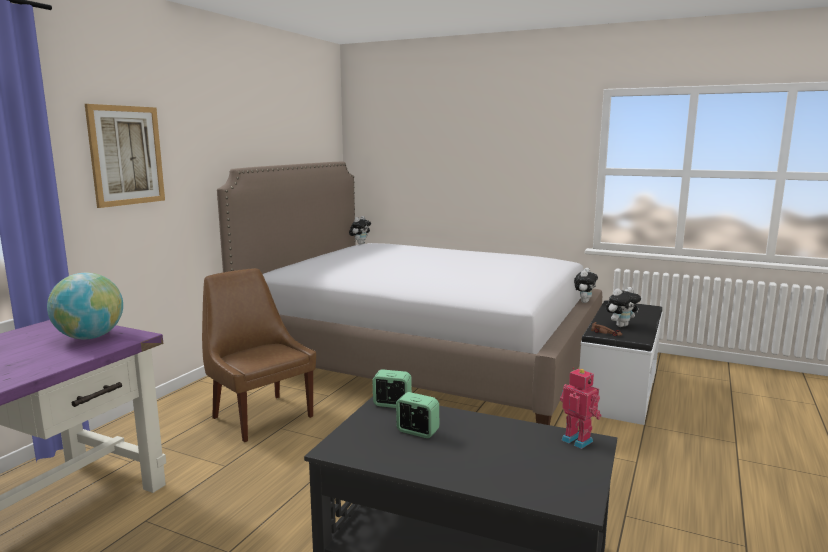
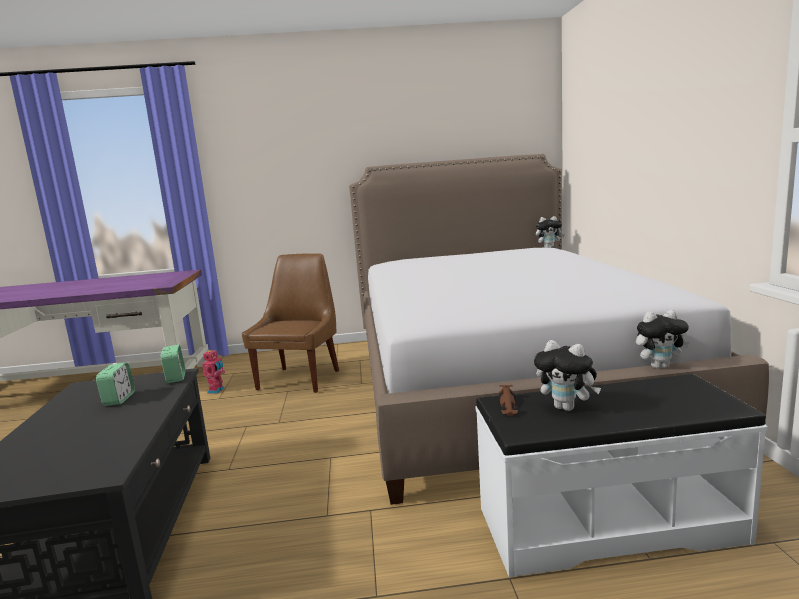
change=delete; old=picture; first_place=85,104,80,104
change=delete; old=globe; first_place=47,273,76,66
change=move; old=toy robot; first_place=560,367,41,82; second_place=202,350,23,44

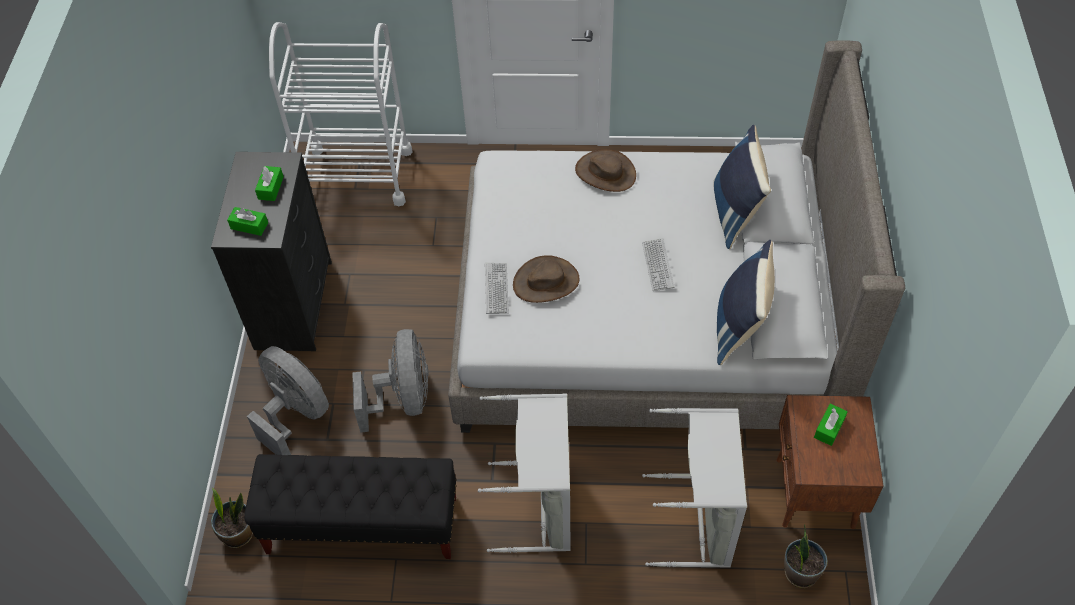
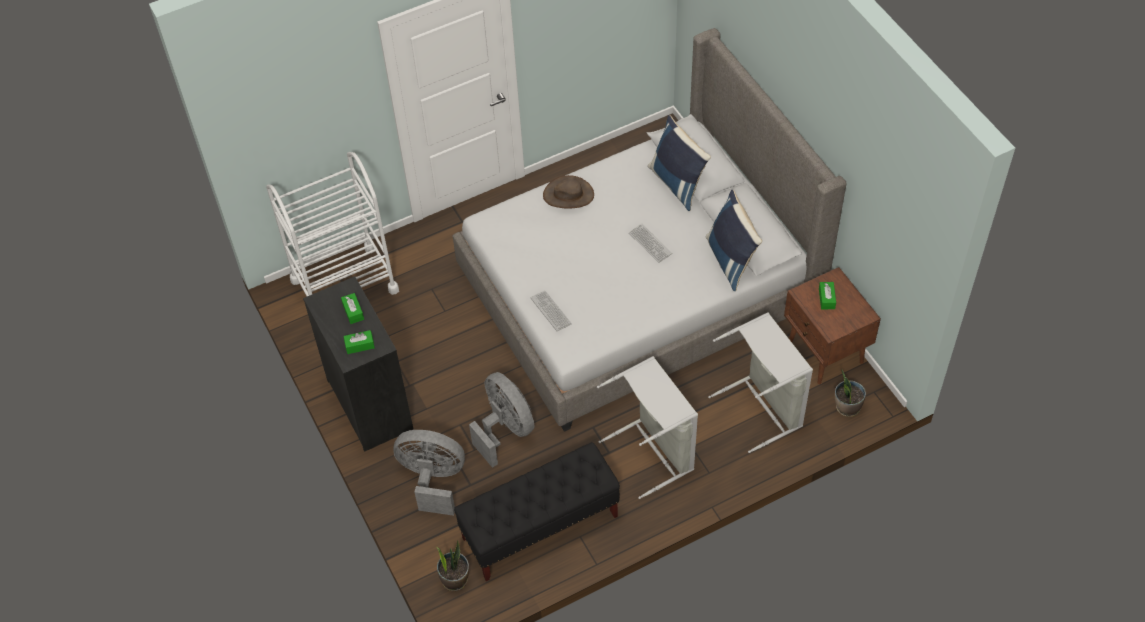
change=delete; old=brown hat; first_place=513,255,66,48

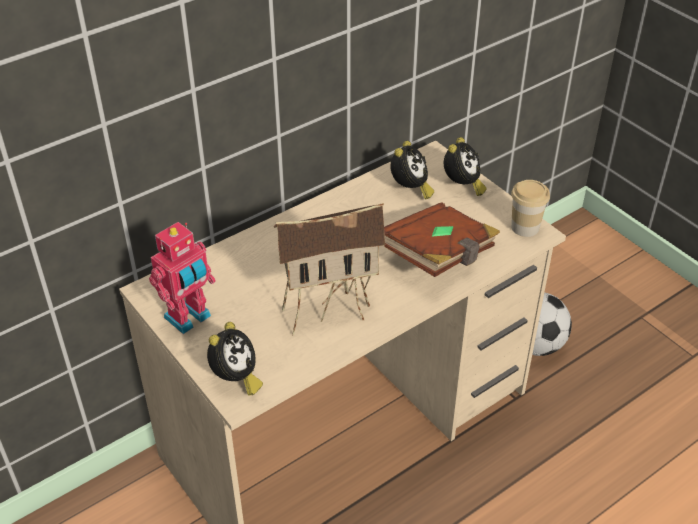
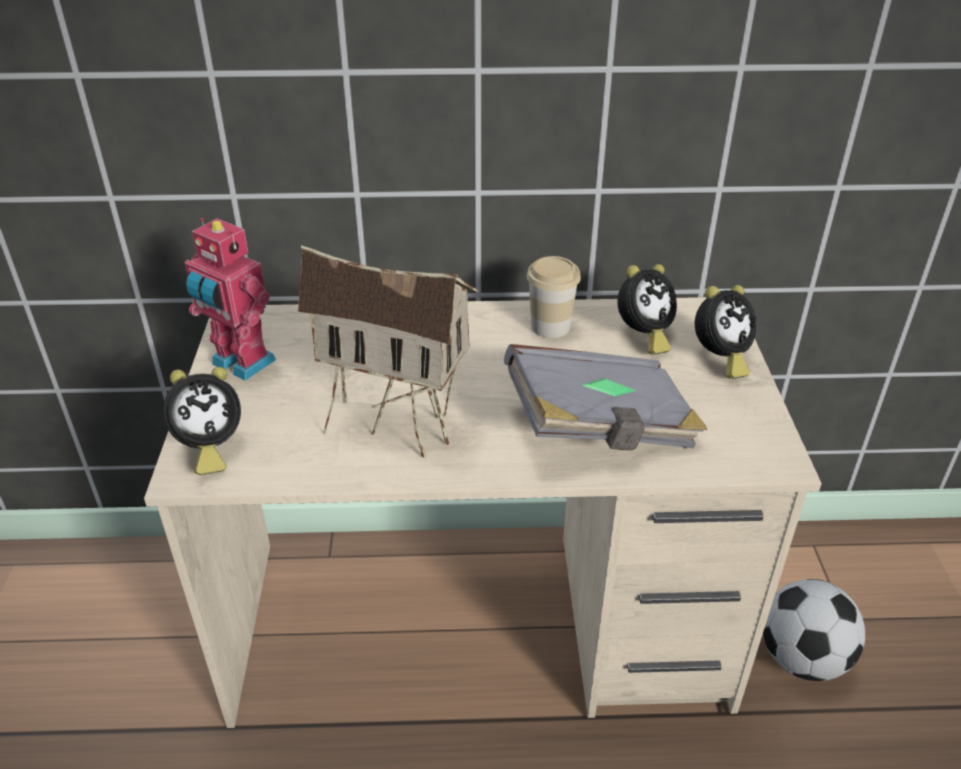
change=move; old=cup; first_place=511,180,39,57; second_place=526,256,55,82
change=recolor; old=brown book; new=grey book; first_place=384,202,116,75; second_place=504,344,203,106
change=rotate; old=toy robot; first_place=149,222,67,112; second_place=185,218,91,163; degrees=45

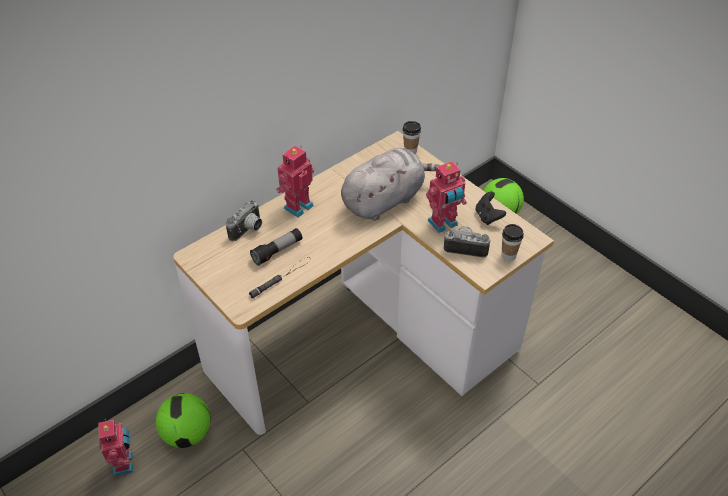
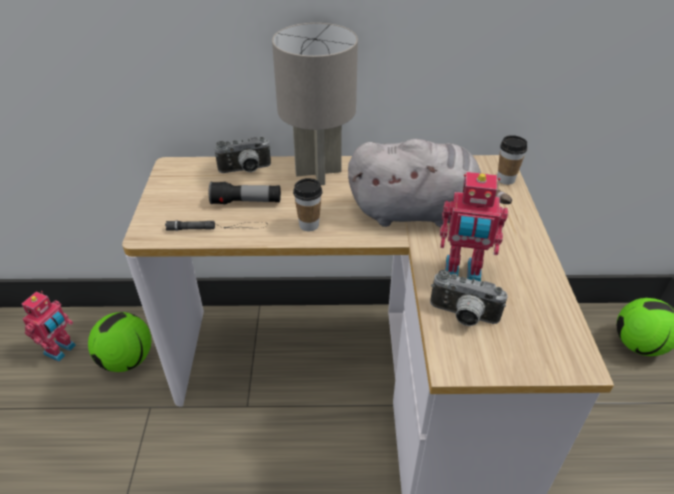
change=replace; old=toy robot; new=grey table lamp; first_place=276,146,38,72; second_place=272,23,86,162
change=delete; old=black game controller; first_place=475,191,31,34
change=move; old=cup; first_place=501,224,23,37; second_place=293,178,29,53
change=rotate; old=photo camera; first_place=444,226,47,31; second_place=430,270,77,56; degrees=150

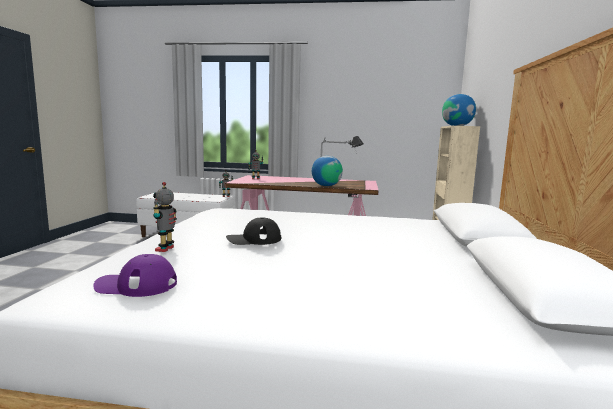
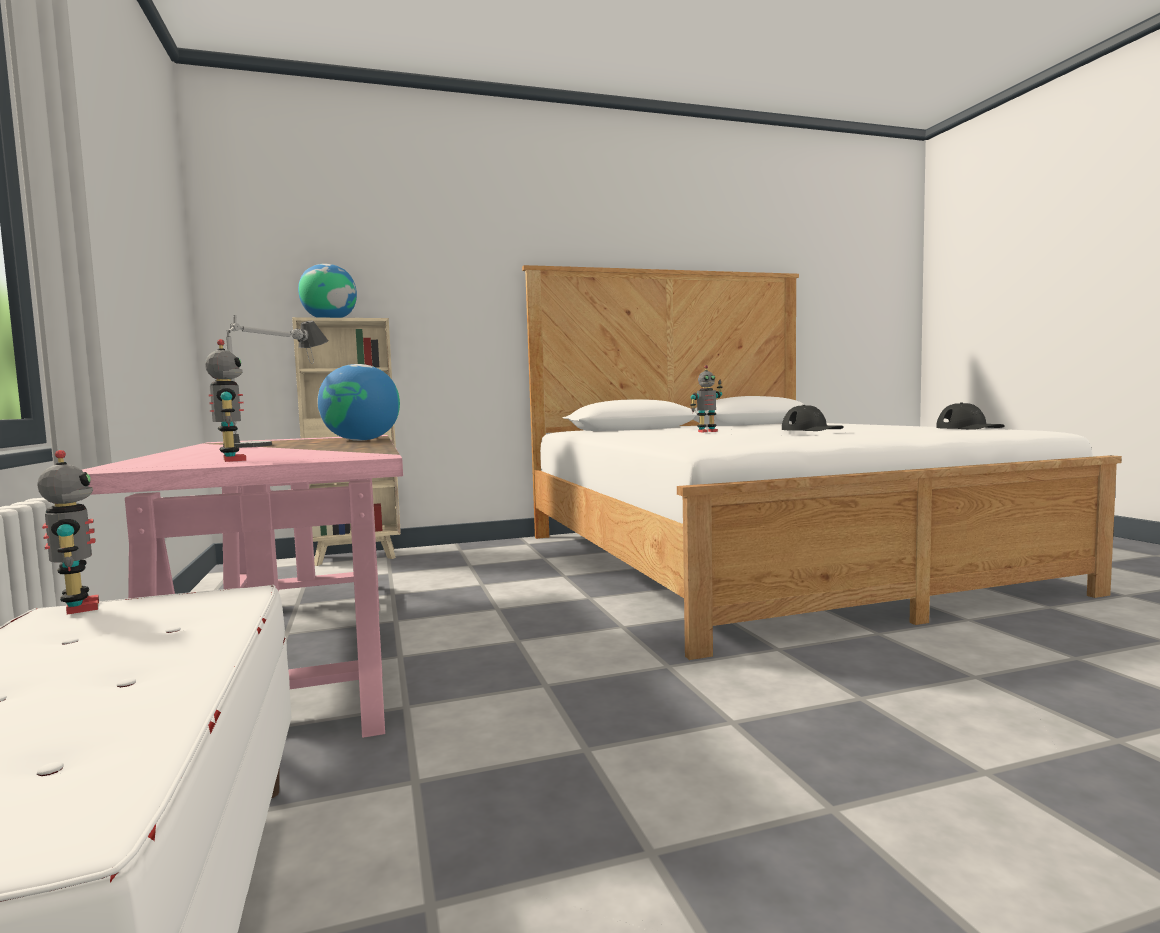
change=move; old=toy robot; first_place=153,182,24,70; second_place=690,365,32,67
change=recolor; old=purple cap; new=black cap; first_place=93,254,84,43; second_place=936,402,69,28

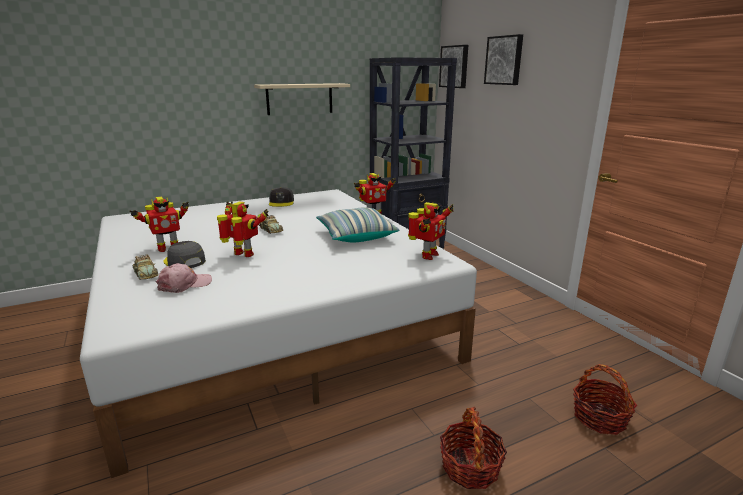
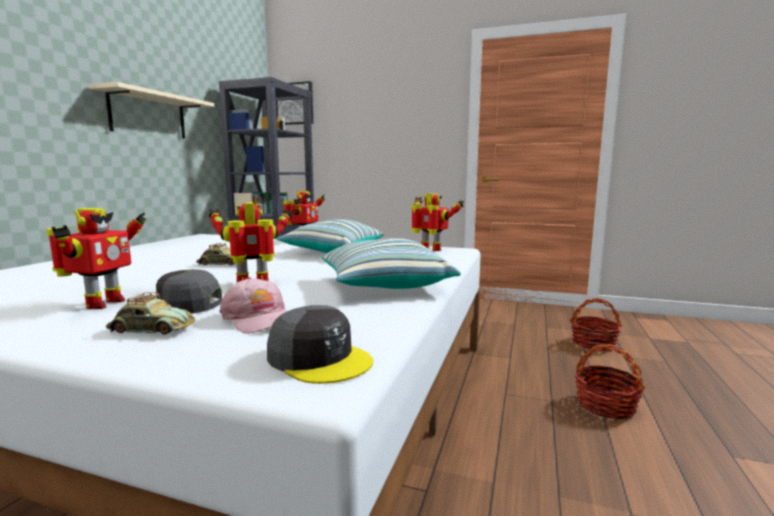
change=delete; old=picture; first_place=484,34,39,51
change=move; old=grey cap; first_place=269,187,25,20; second_place=267,305,106,79
change=rotate; old=toy robot; first_place=408,202,46,58; second_place=411,193,53,58; degrees=-45
change=rotate; old=pink cap; first_place=156,263,56,30; second_place=220,277,67,57; degrees=135
change=insert; new=pillow; second_place=321,238,140,51

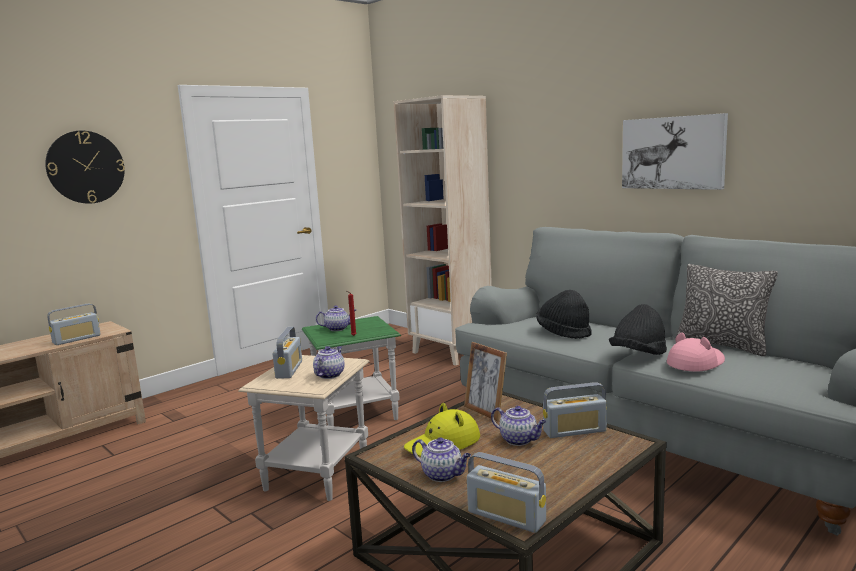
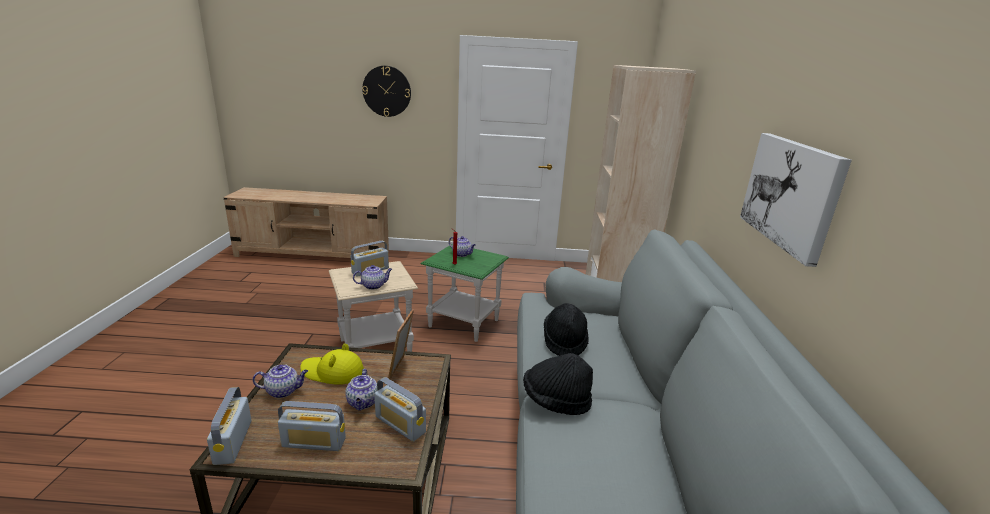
change=delete; old=pillow; first_place=675,264,103,92
change=move; old=radio; first_place=47,303,54,42; second_place=278,401,68,50
change=delete; old=pink hat; first_place=667,333,58,39
change=rotate; old=teapot; first_place=412,437,59,45; second_place=253,364,55,34; degrees=-90

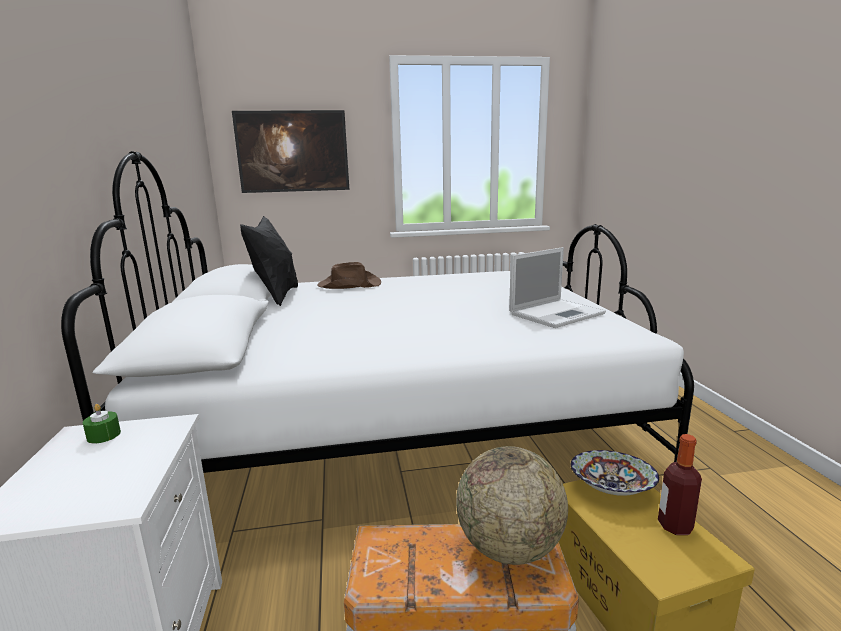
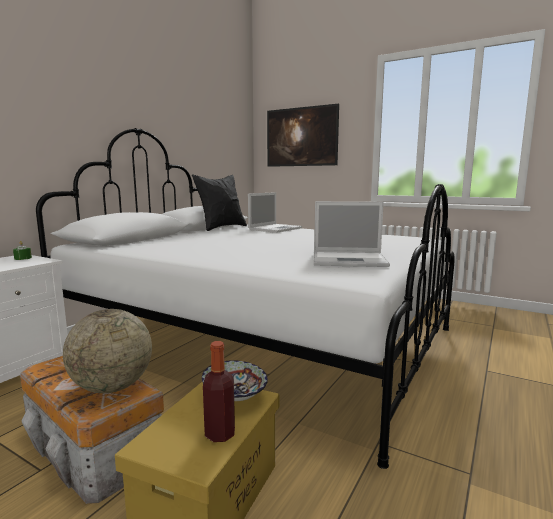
change=replace; old=brown hat; new=laptop; first_place=317,262,64,27; second_place=248,192,54,41

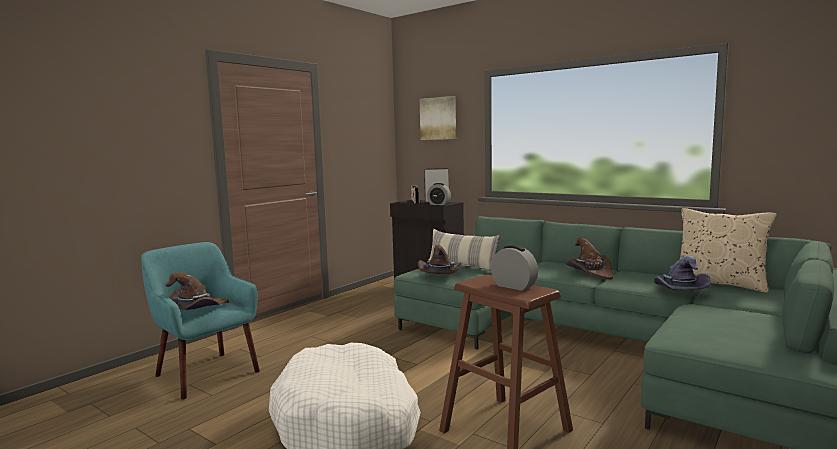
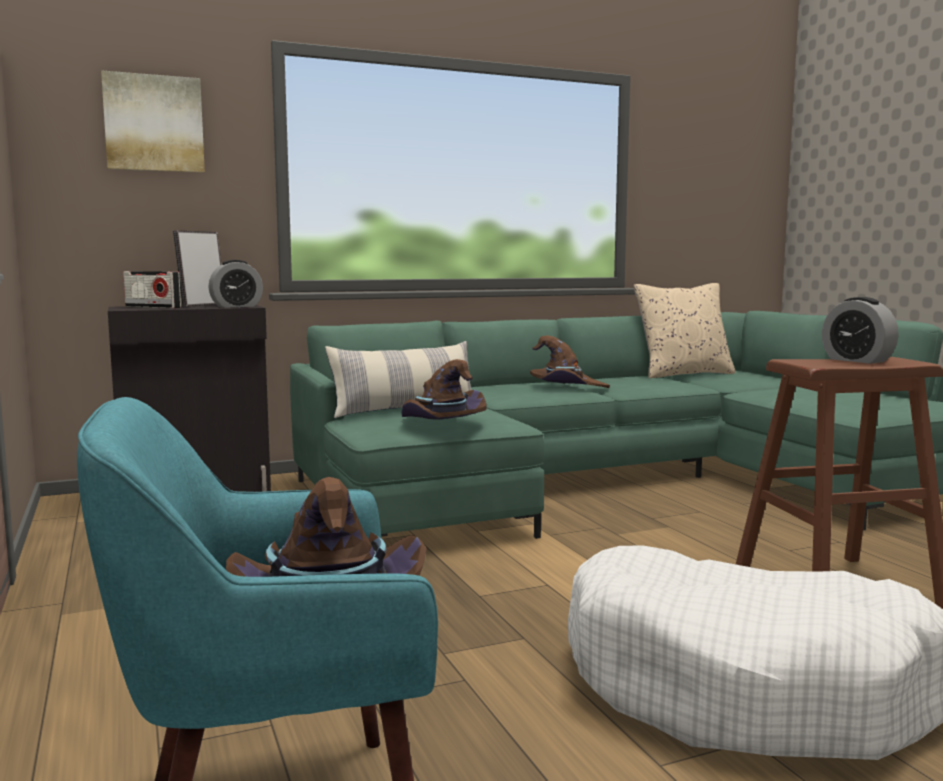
change=rotate; old=alarm clock; first_place=491,245,47,46; second_place=822,297,77,67; degrees=-105
change=delete; old=purple hat; first_place=654,256,57,34

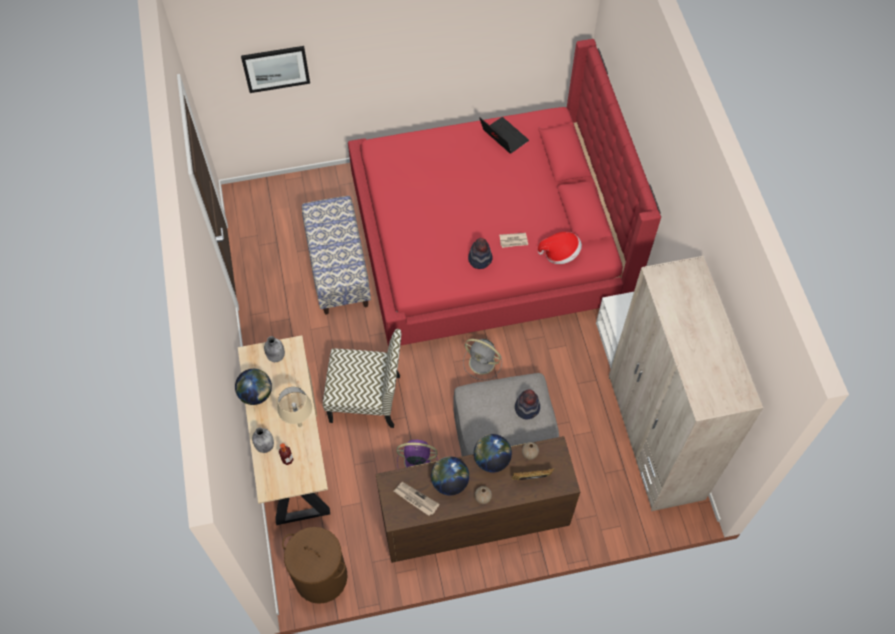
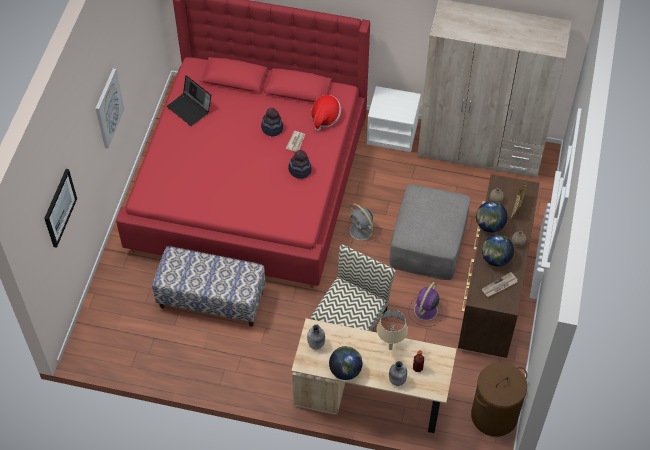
change=rotate; old=laptop; first_place=479,117,50,36; second_place=166,75,45,51; degrees=-120
change=rotate; old=grey fan; first_place=463,339,39,41; second_place=344,203,35,43; degrees=90
change=move; old=hat; first_place=515,389,25,30; second_place=261,108,22,28
change=insert; new=picture; second_place=95,68,30,81

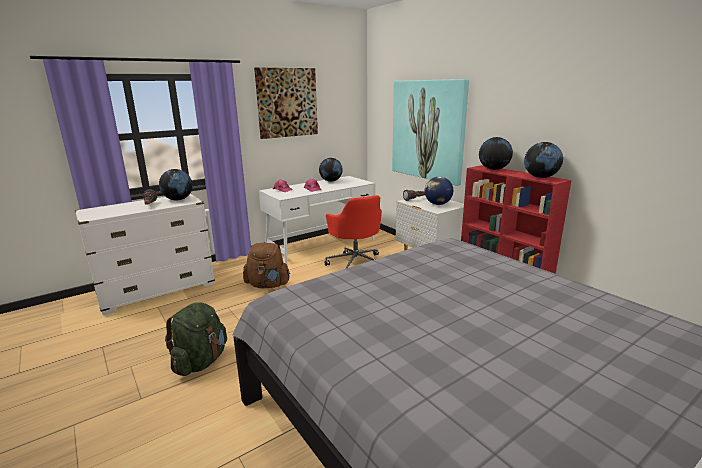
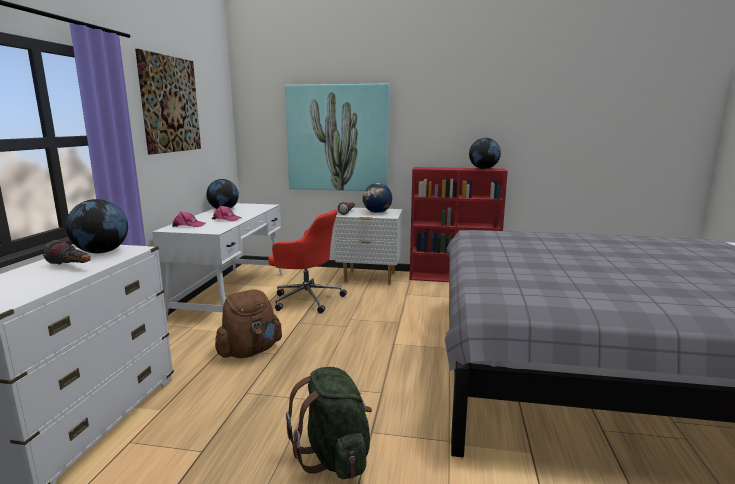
change=delete; old=globe; first_place=479,137,34,33

